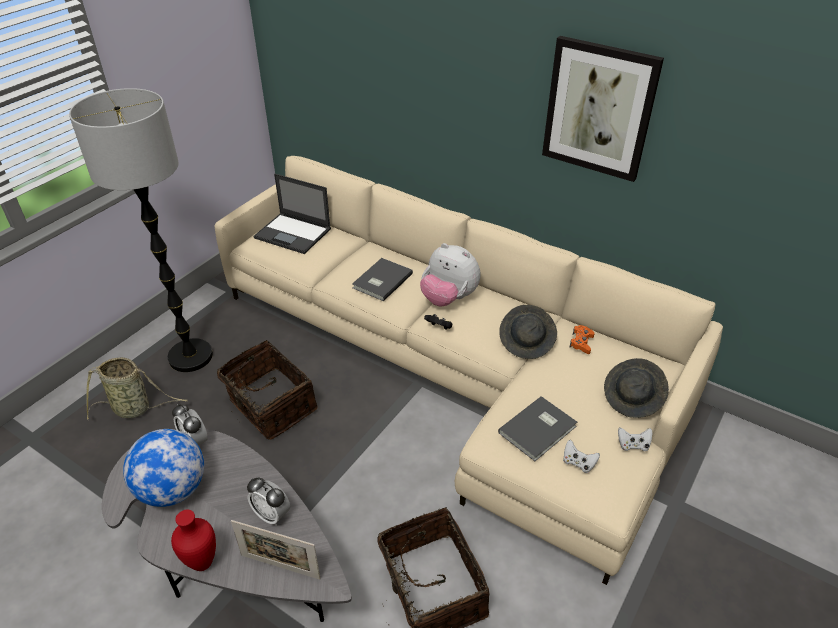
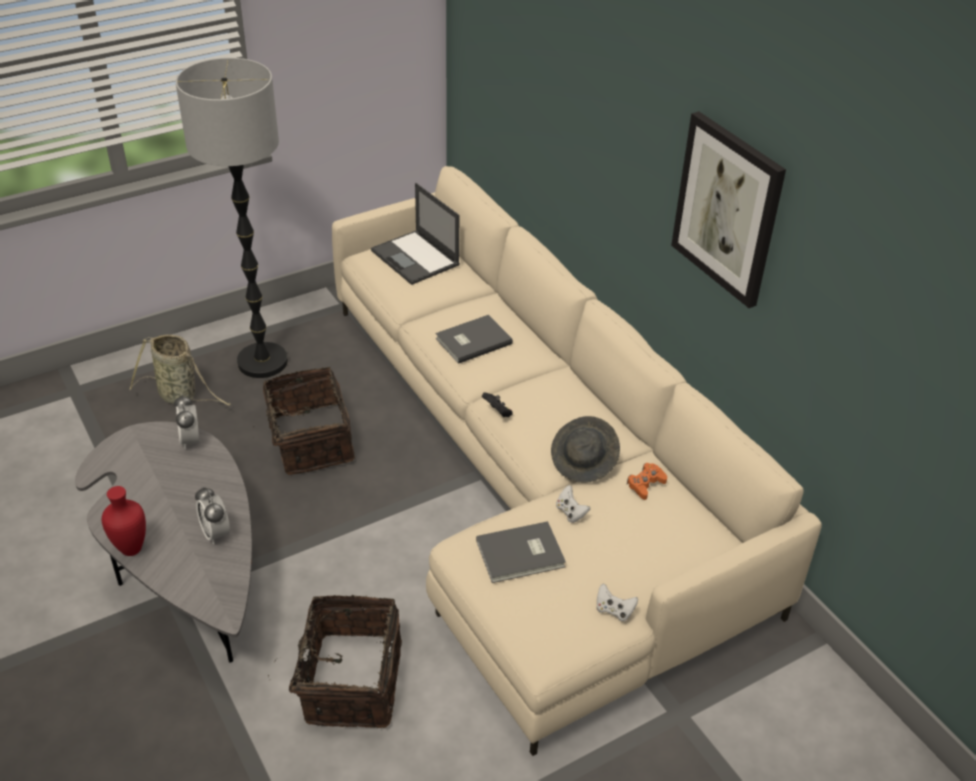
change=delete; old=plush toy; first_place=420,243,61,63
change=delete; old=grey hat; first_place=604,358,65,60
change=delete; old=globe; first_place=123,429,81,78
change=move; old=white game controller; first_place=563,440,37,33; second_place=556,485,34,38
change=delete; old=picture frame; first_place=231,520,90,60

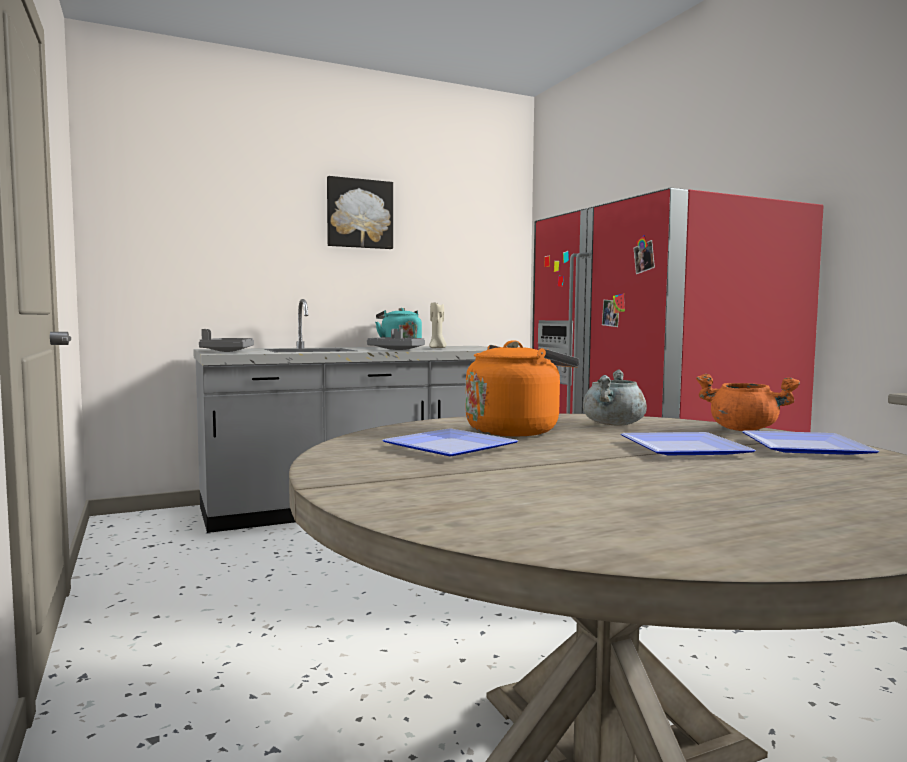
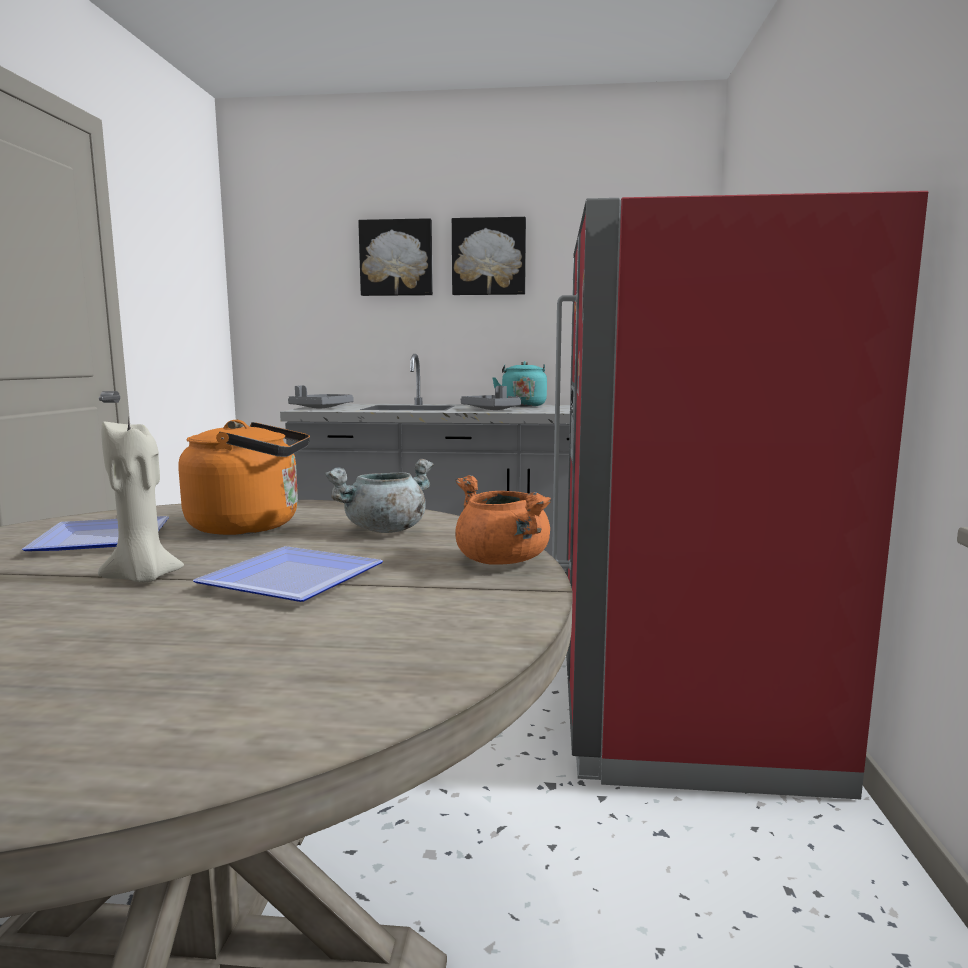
change=move; old=beige candle; first_place=429,302,17,46; second_place=98,417,86,165
change=delete; old=plate; first_place=742,430,137,25
change=insert; new=picture; second_place=358,218,75,78

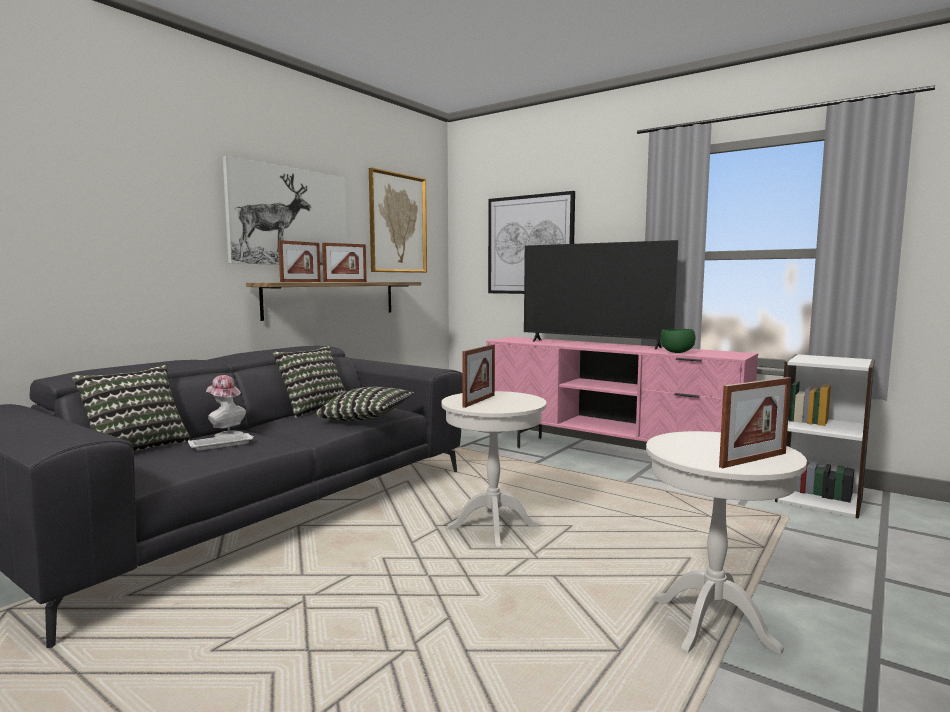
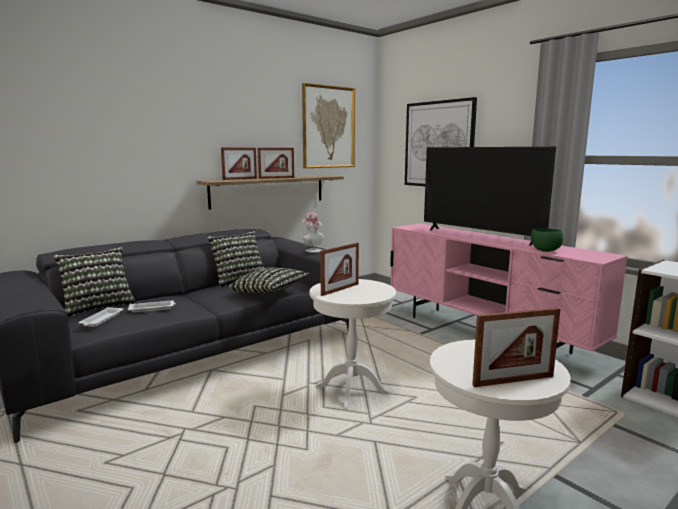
change=delete; old=picture; first_place=223,156,124,110
change=move; old=hat; first_place=206,375,40,62; second_place=301,212,23,41
change=insert; new=white tray; second_place=78,307,46,20

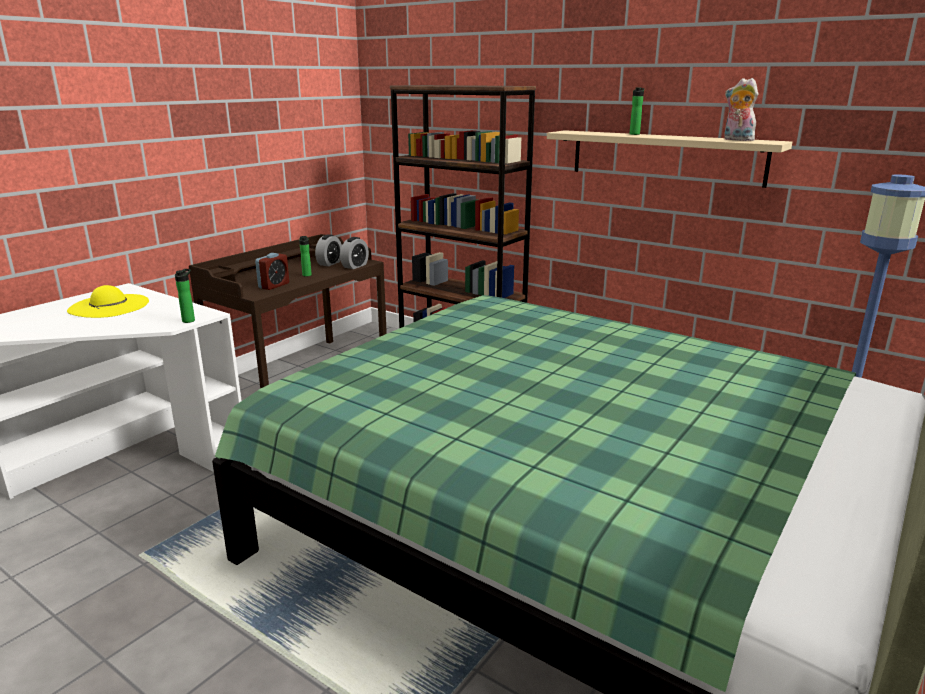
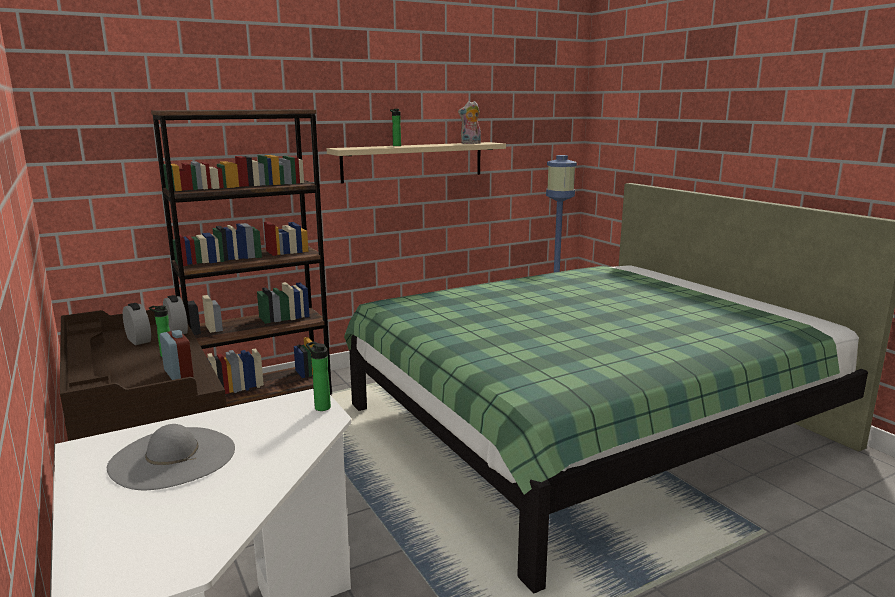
change=recolor; old=yellow hat; new=grey hat; first_place=67,285,82,33; second_place=107,424,128,66

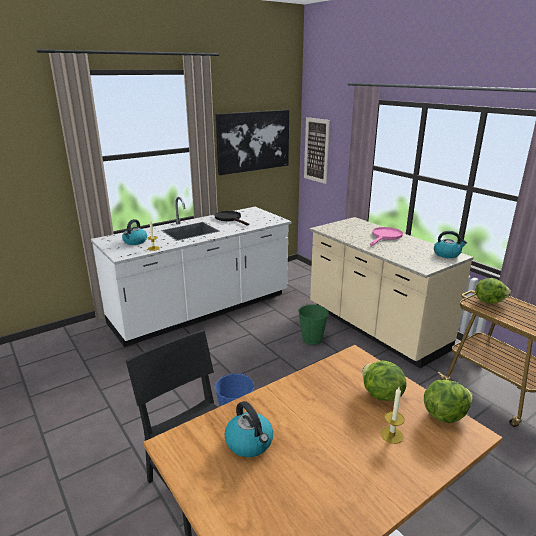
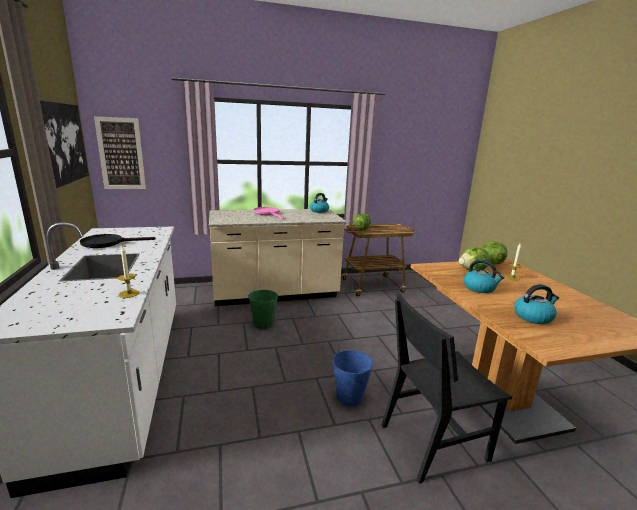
change=move; old=kettle; first_place=122,219,25,26; second_place=464,260,41,33

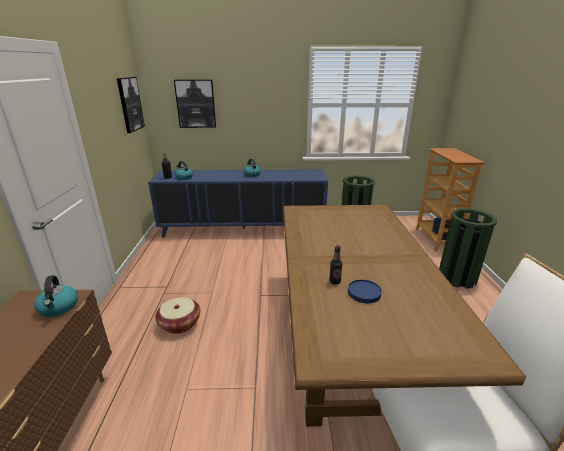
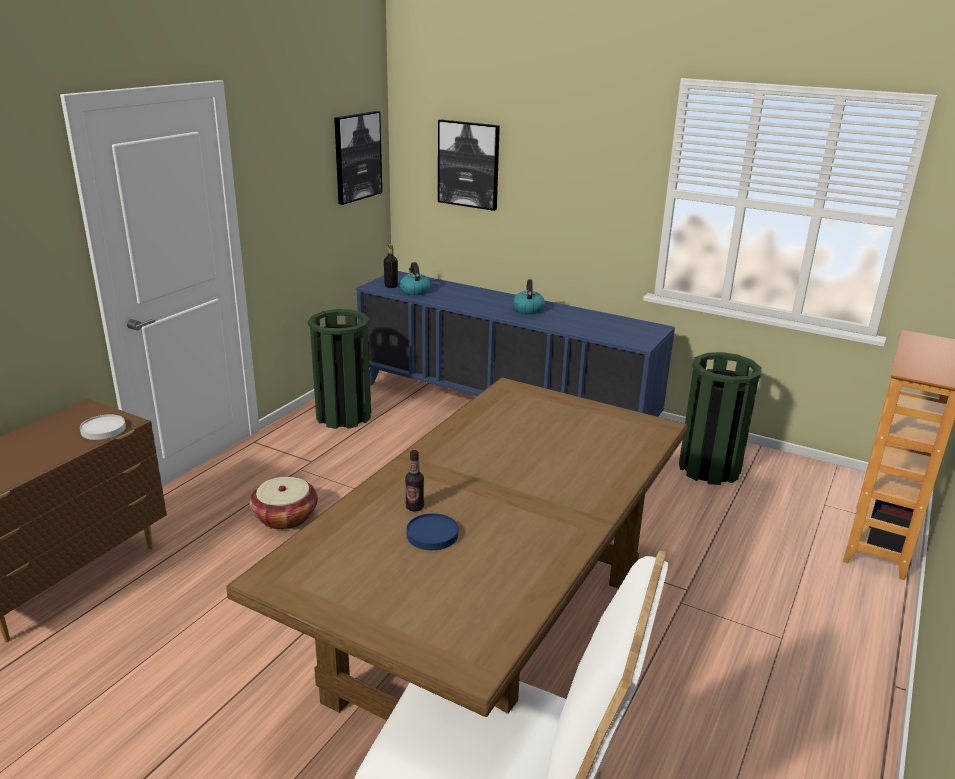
change=move; old=green trash can; first_place=439,208,58,81; second_place=308,309,63,120
change=replace; old=kettle; new=white plate; first_place=34,275,44,42; second_place=80,414,46,26

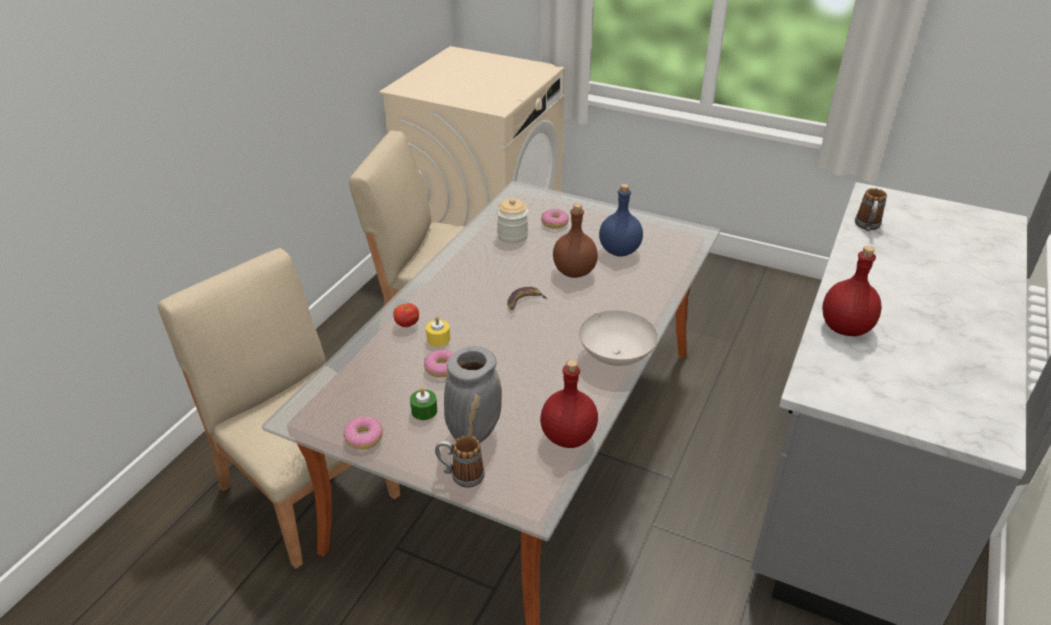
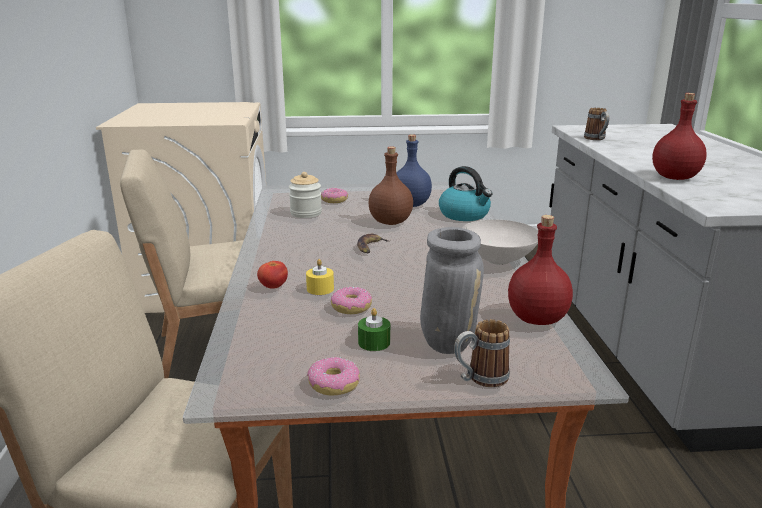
change=insert; new=kettle; second_place=439,166,54,55

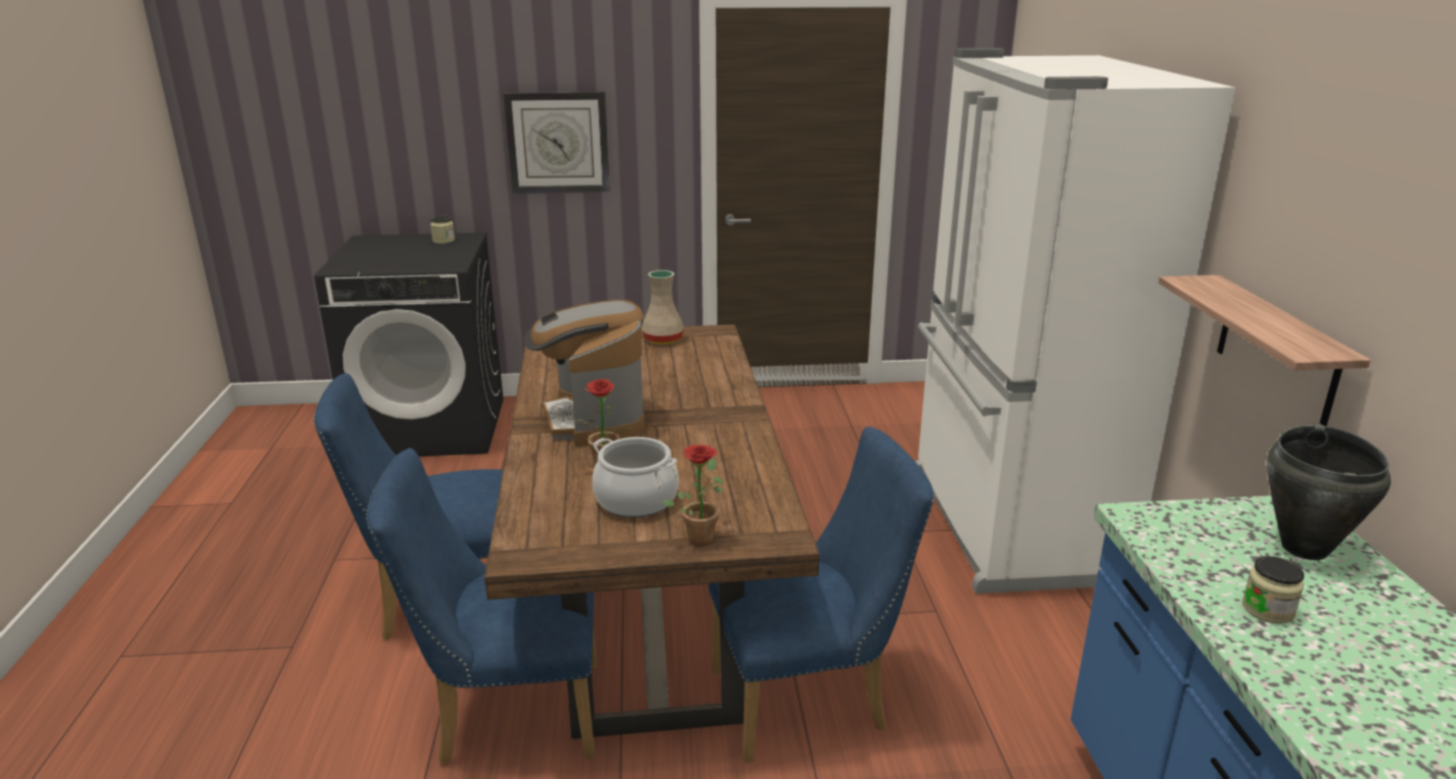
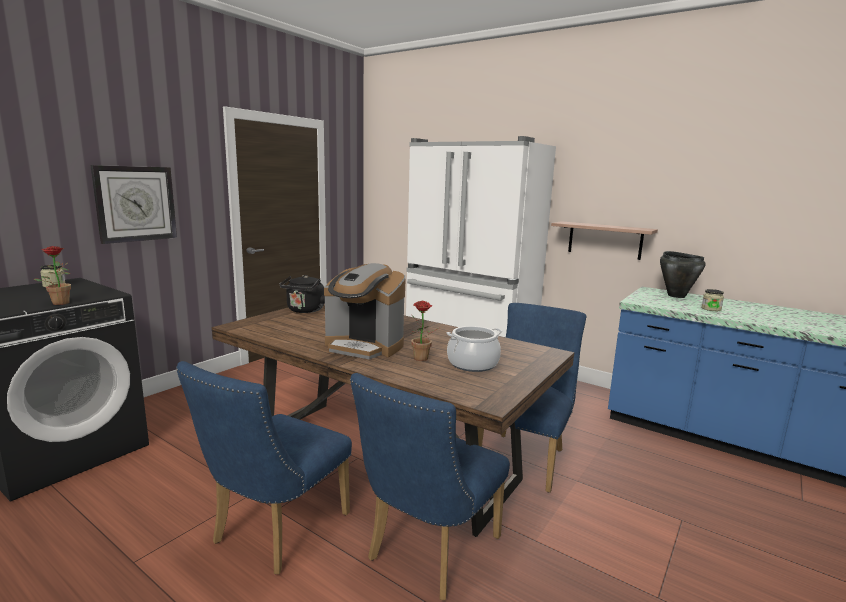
change=replace; old=beige vase; new=black kettle; first_place=641,270,43,74; second_place=280,275,45,38
change=move; old=potted plant; first_place=662,445,62,101; second_place=34,246,37,59

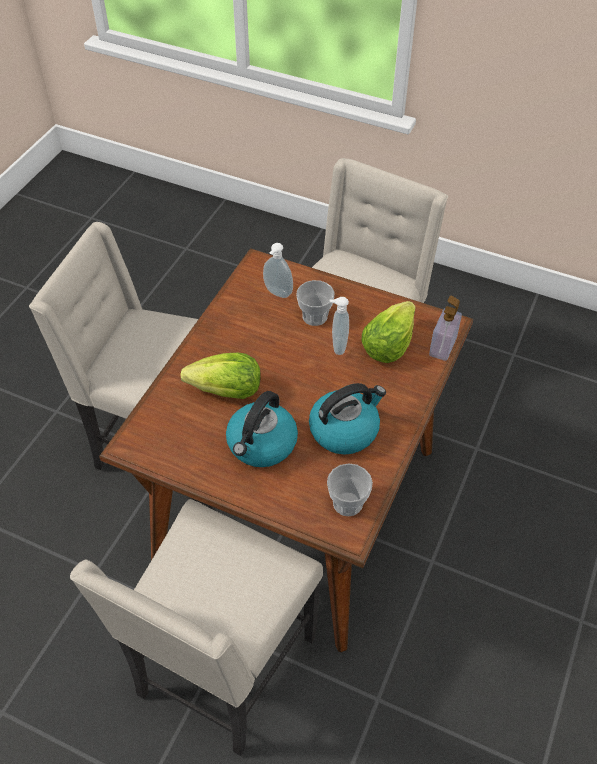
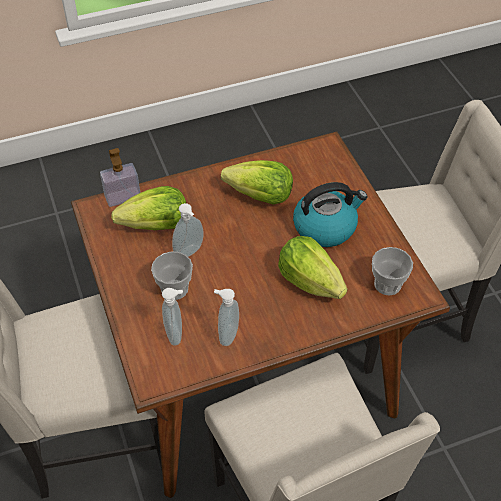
change=replace; old=kettle; new=lettuce; first_place=309,383,77,72; second_place=221,160,72,45
change=move; old=cup; first_place=327,463,46,53; second_place=372,247,41,48
change=insert; new=soap dispenser; second_place=214,289,25,57

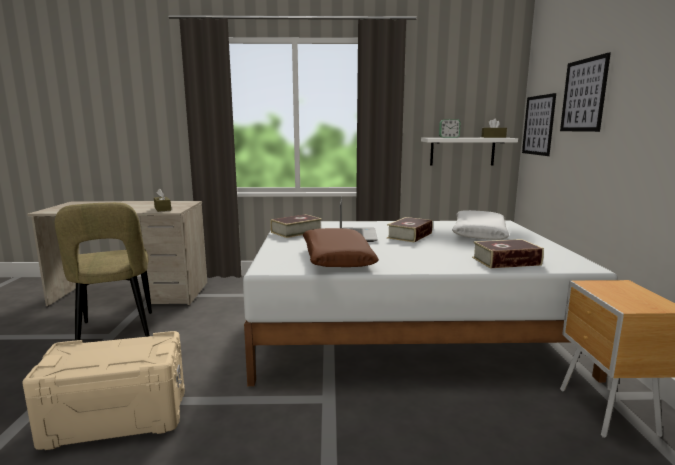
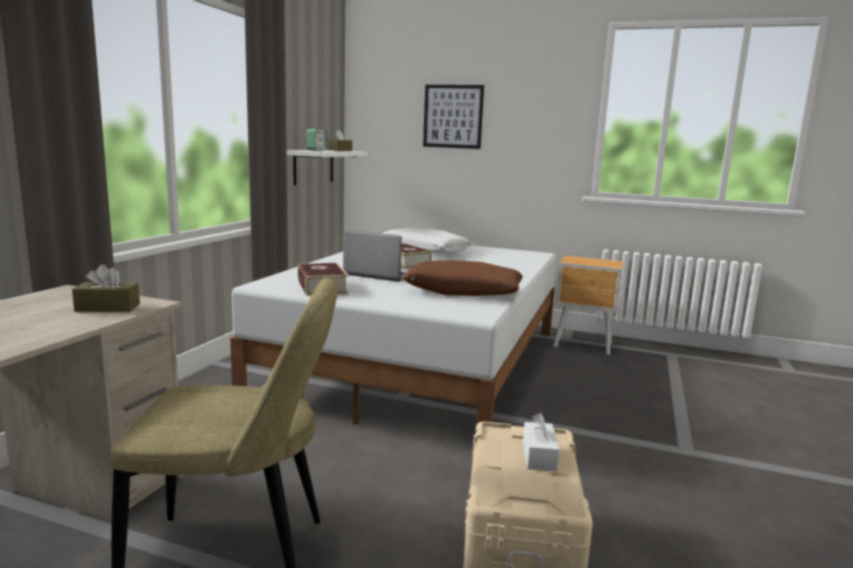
change=delete; old=picture; first_place=522,93,34,63
change=delete; old=book; first_place=472,239,72,29
change=insert; new=white tissue box; second_place=523,413,37,59

